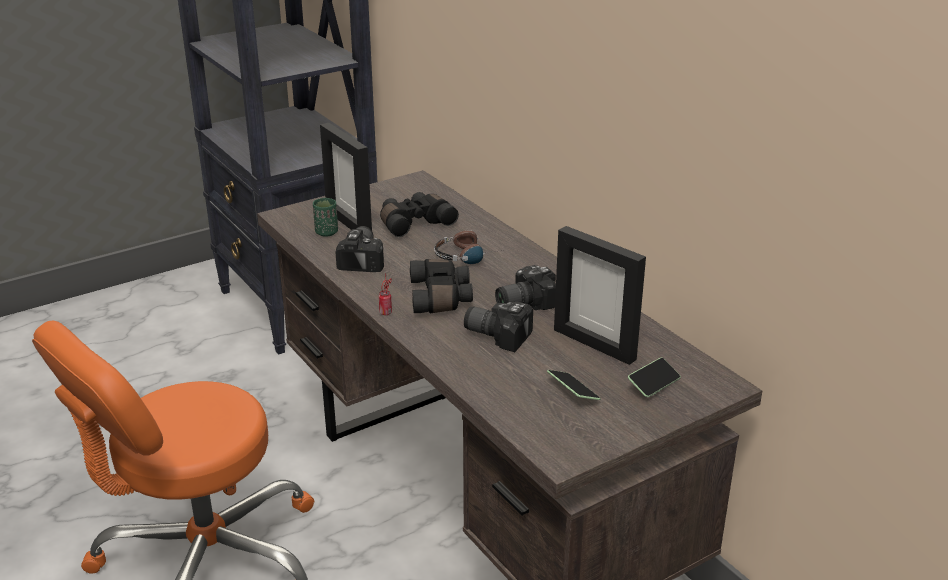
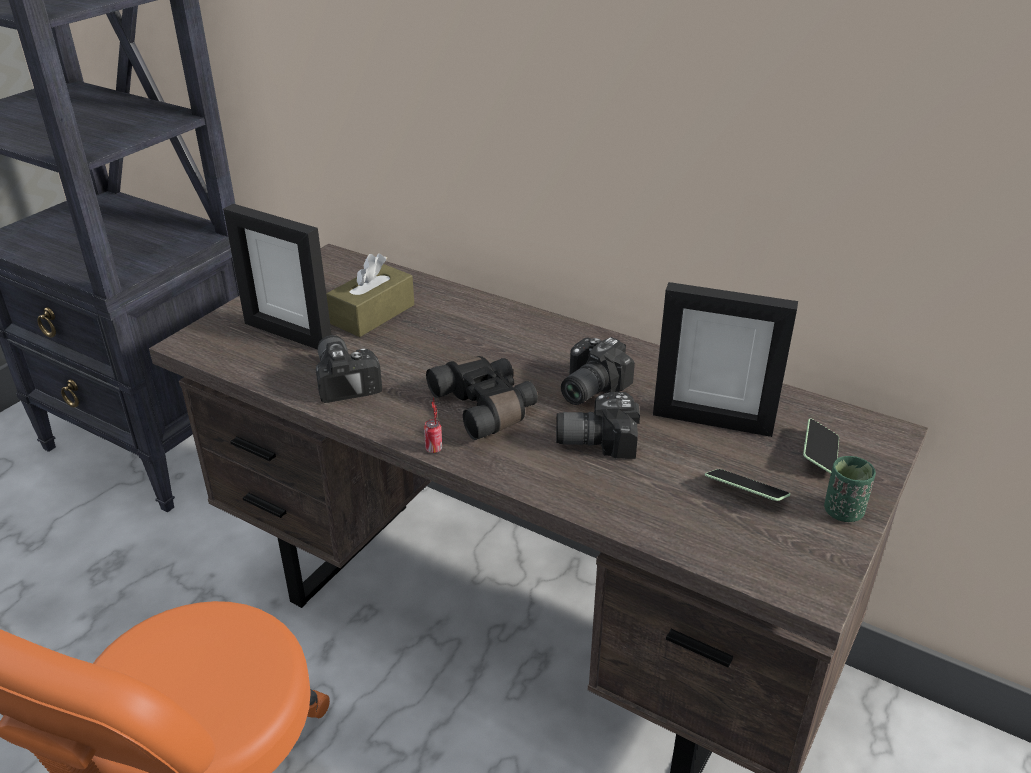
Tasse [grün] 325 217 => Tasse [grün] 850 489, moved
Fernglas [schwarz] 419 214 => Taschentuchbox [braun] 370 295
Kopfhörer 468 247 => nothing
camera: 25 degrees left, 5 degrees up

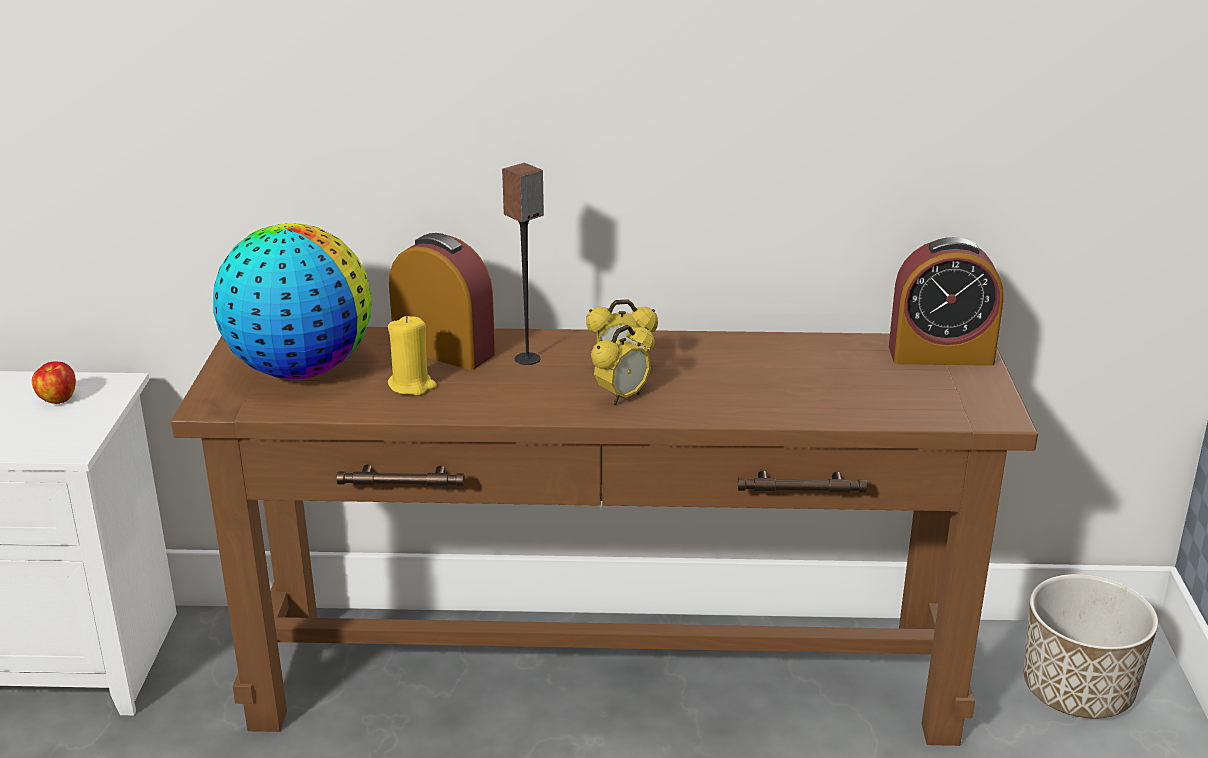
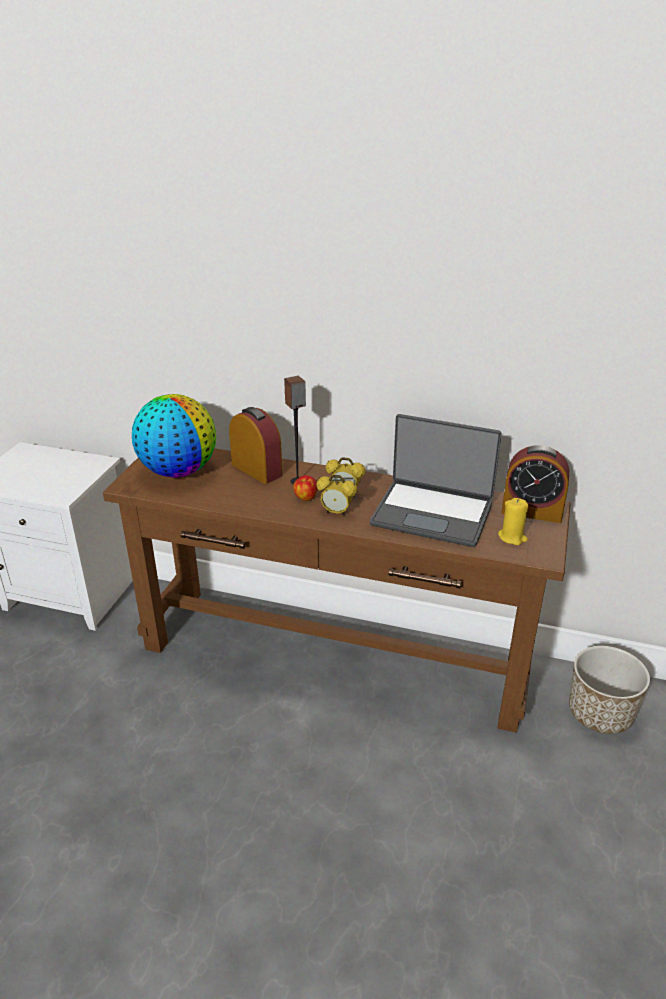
Apfel 54 382 => Apfel 305 488, moved
Kerze [gelb] 412 355 => Kerze [gelb] 513 521, moved
Wecker 623 365 => Wecker 336 495, 45 degrees clockwise
nothing => Laptop 436 480
camera: 15 degrees right, 5 degrees up

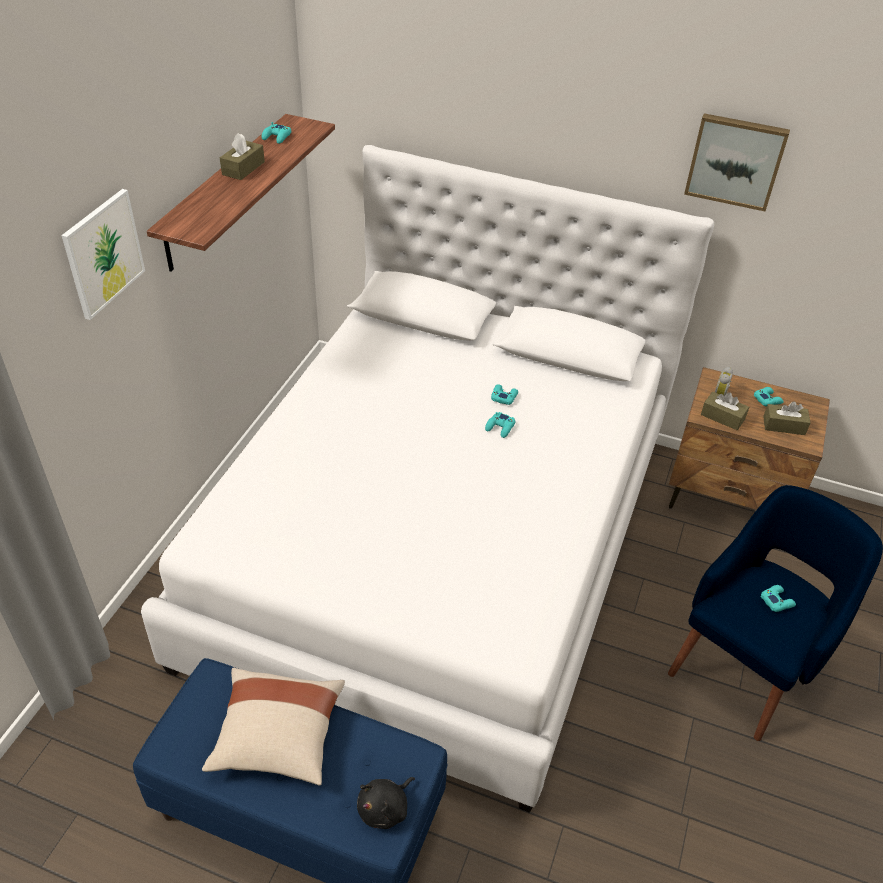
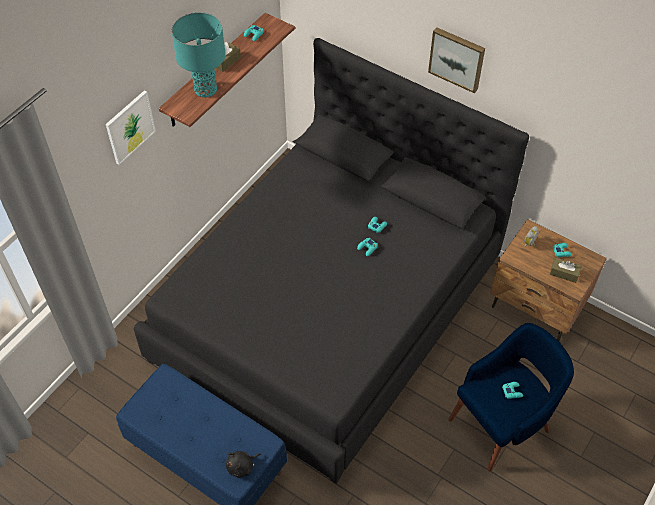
Bett [weiß] 427 479 => Bett [schwarz] 331 261
Kissen [beige] 273 726 => nothing
Bild 737 162 => Bild 456 60, moved
Taschentuchbox [braun] 725 411 => nothing
nothing => Tischlampe [türkis] 199 54
camera: 15 degrees right, 10 degrees up

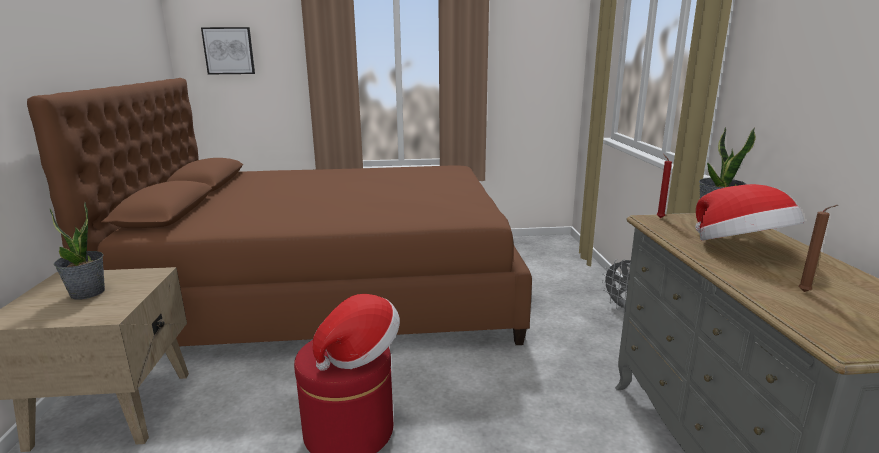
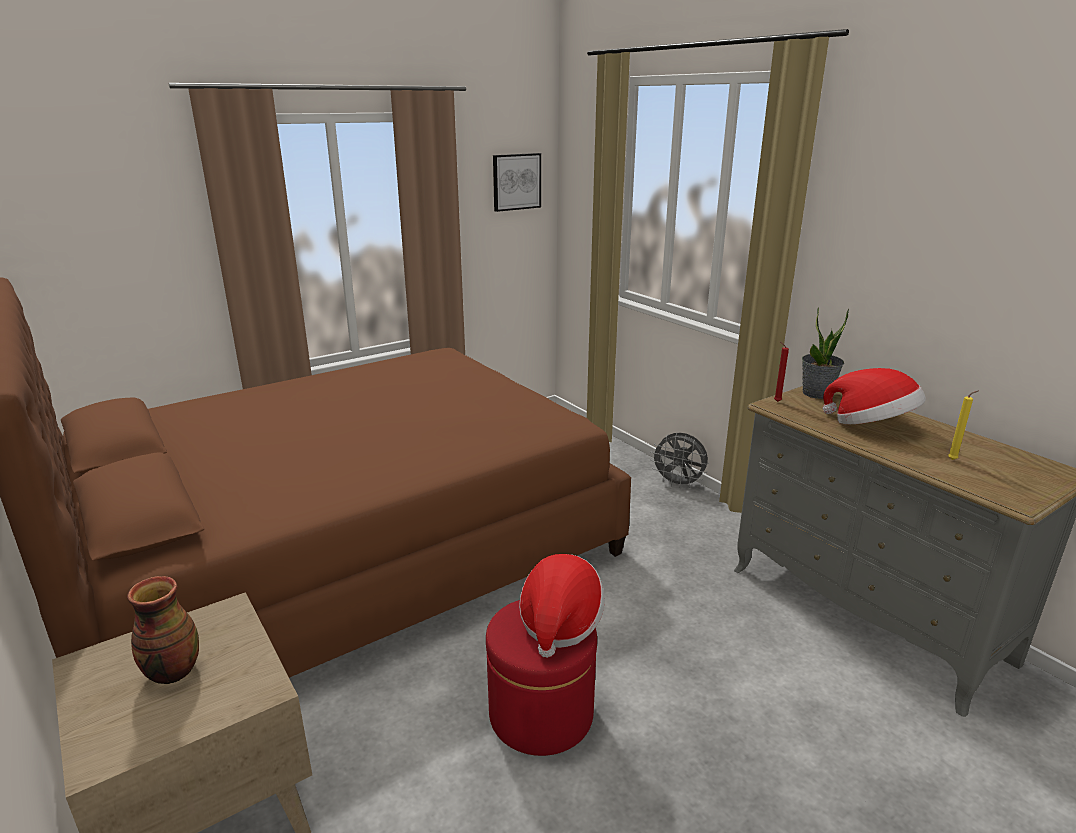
Topfpflanze 77 250 => Vase 163 630
Bild 228 50 => Bild 517 182, moved
Kerze [braun] 818 248 => Kerze [gelb] 963 425
camera: 30 degrees left, 5 degrees up

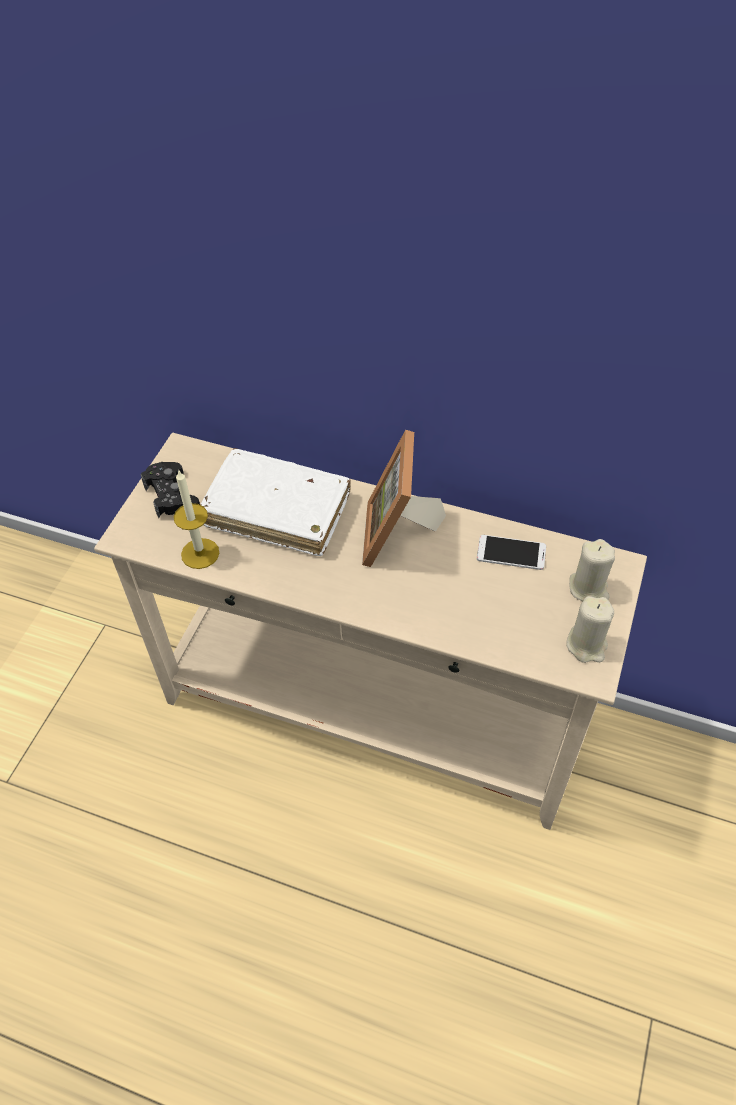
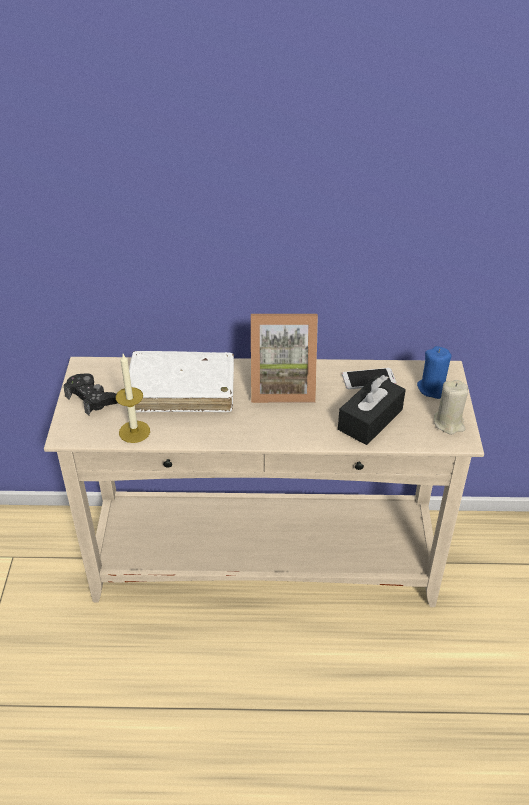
Bilderrahmen 404 498 => Bilderrahmen 284 358, 75 degrees counterclockwise
Kerze [beige] 592 570 => Kerze [blau] 434 372
nothing => Taschentuchbox [schwarz] 372 410
camera: 20 degrees left, 10 degrees down

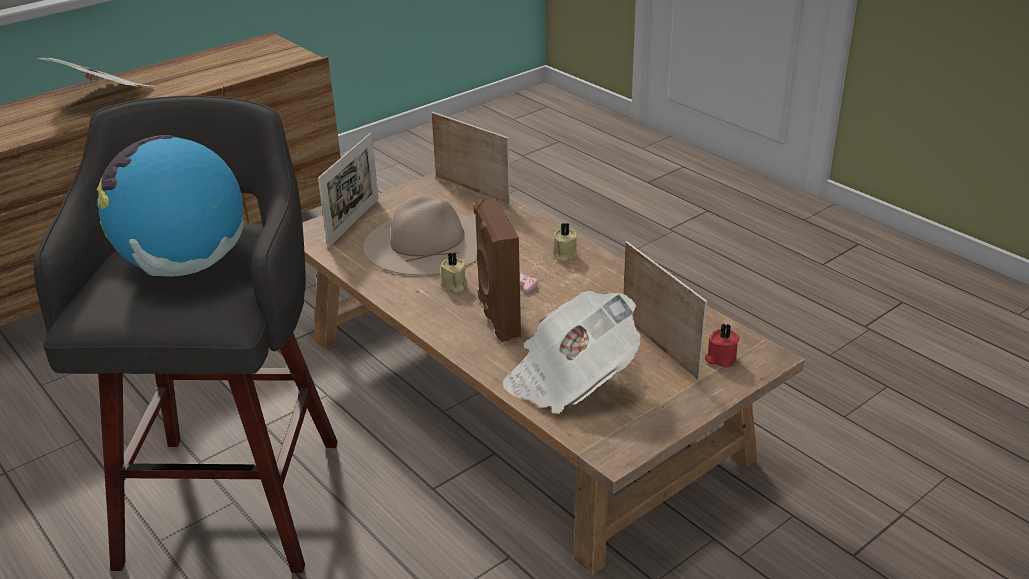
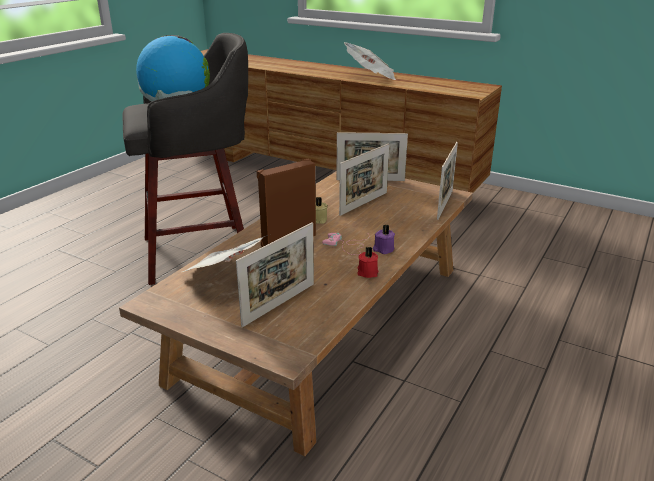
Hut [beige] 420 235 => Bilderrahmen 364 179
Kerze [beige] 565 242 => Kerze [lila] 384 239
Kerze [rot] 722 345 => Kerze [rot] 367 262, moved
camera: 70 degrees right, 5 degrees down

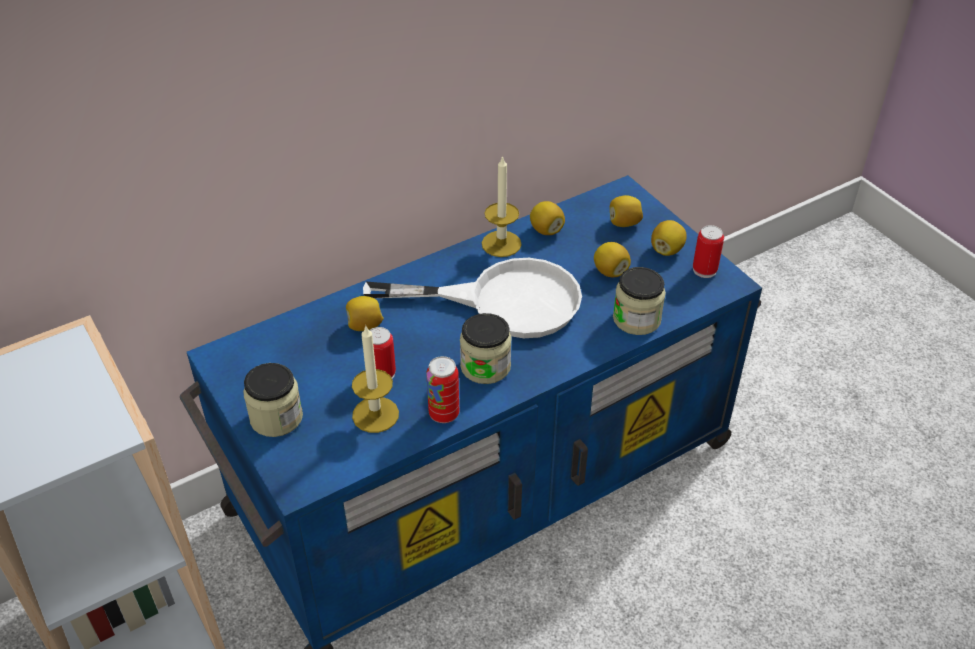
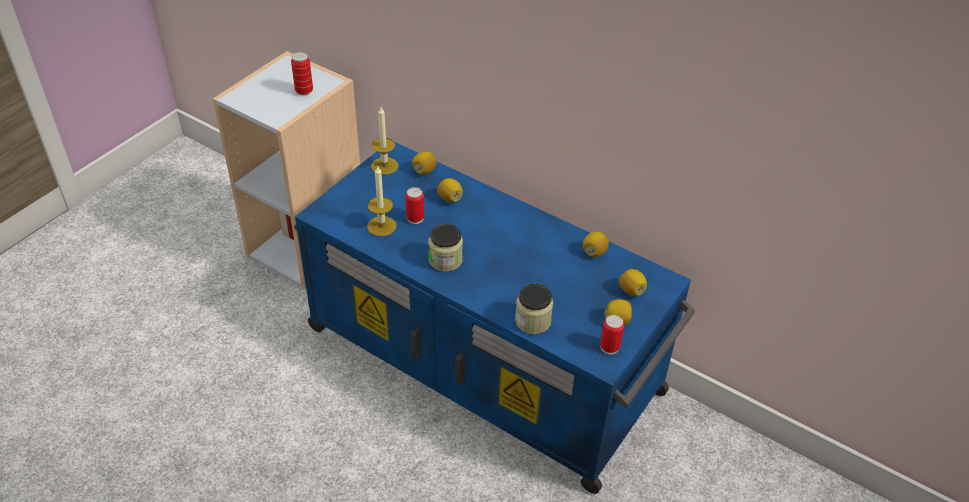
Vorratsglas 273 400 => nothing
Pfanne [weiß] 472 298 => nothing
Dose 442 389 => Dose 302 73, moved
Kerze 502 206 => Kerze 384 141, moved
Zitrone 612 259 => Zitrone 424 163, moved
camera: 65 degrees right, 0 degrees up

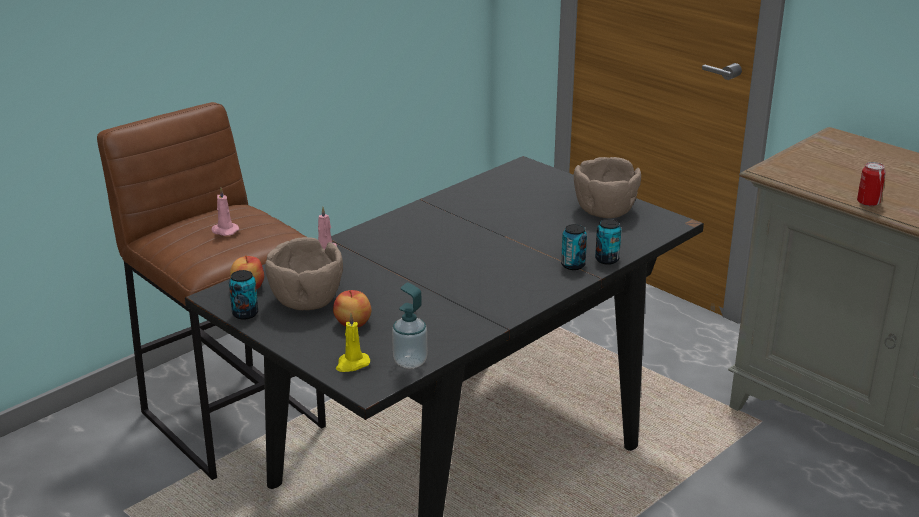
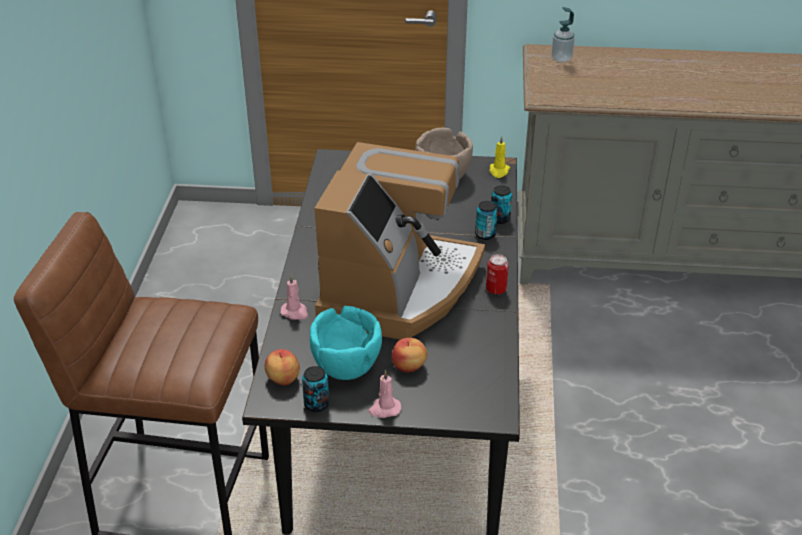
Kerze [rosa] 225 212 => Kerze [rosa] 384 394, moved
Schüssel [braun] 304 273 => Schüssel [türkis] 346 343
Kerze [gelb] 353 342 => Kerze [gelb] 499 157, moved
Seifenspender 409 325 => Seifenspender 563 35, moved
Dose 871 184 => Dose 497 274, moved
nothing => Kaffeemaschine 399 241
camera: 40 degrees left, 10 degrees up

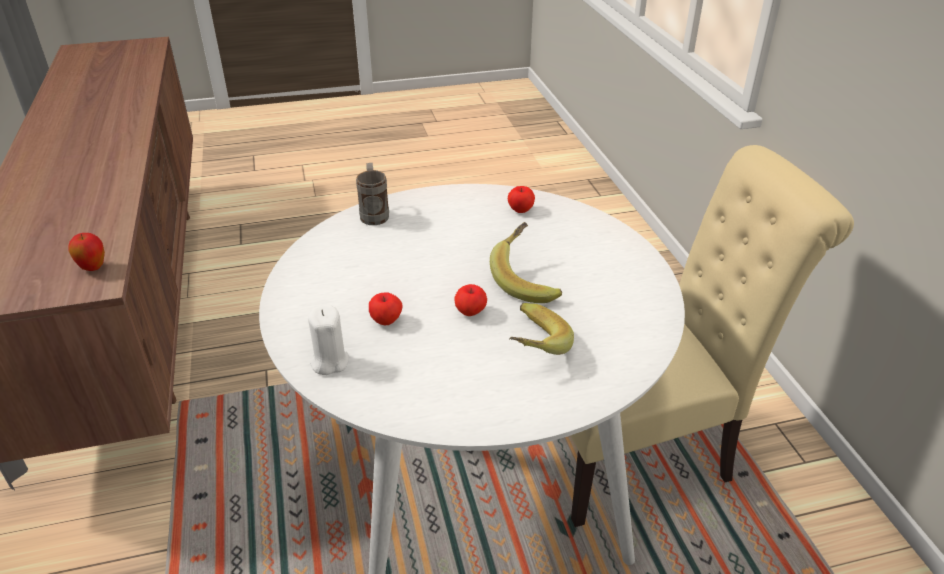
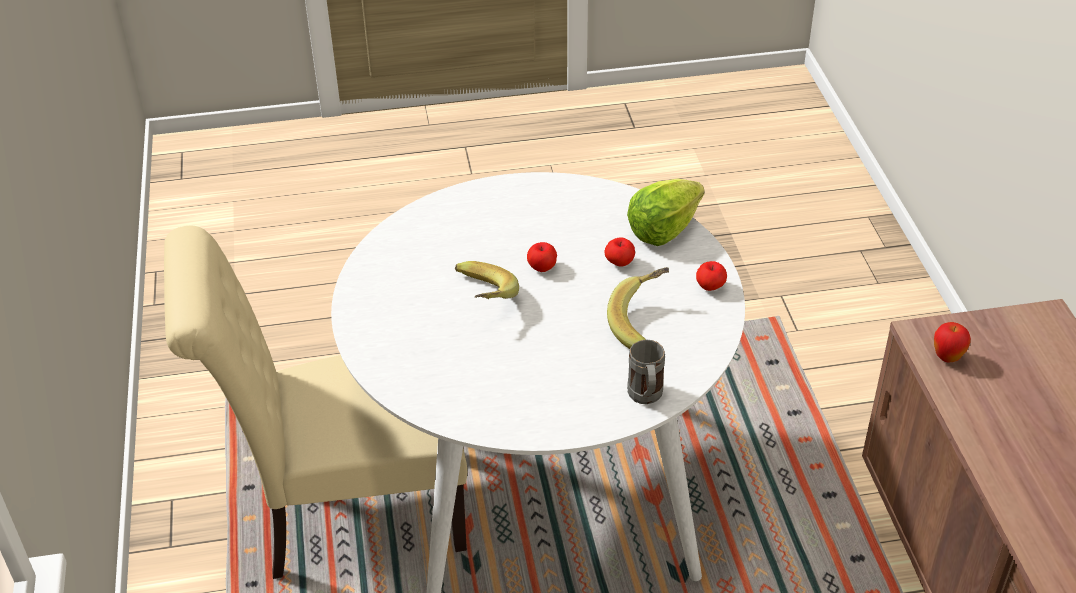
Kerze [weiß] 328 340 => Salatkopf 666 212
Apfel 521 199 => Apfel 711 276, moved
Banane 541 329 => Banane 638 308, moved
camera: 175 degrees left, 5 degrees up

